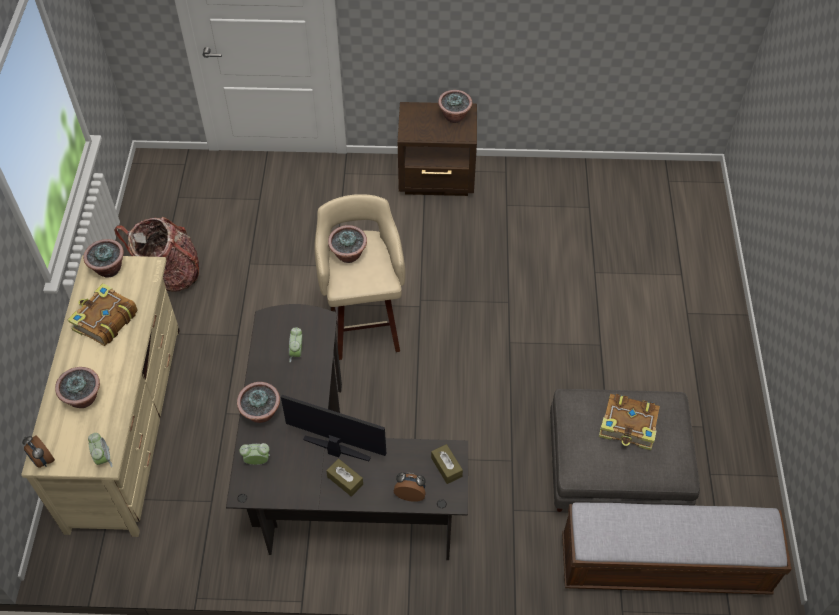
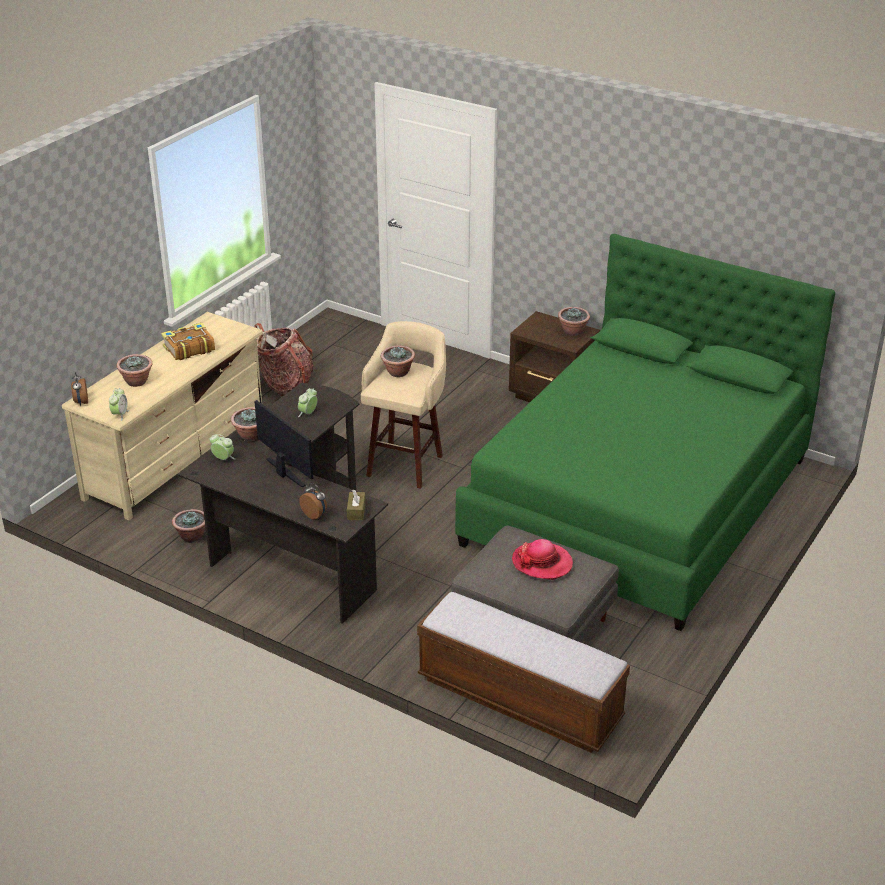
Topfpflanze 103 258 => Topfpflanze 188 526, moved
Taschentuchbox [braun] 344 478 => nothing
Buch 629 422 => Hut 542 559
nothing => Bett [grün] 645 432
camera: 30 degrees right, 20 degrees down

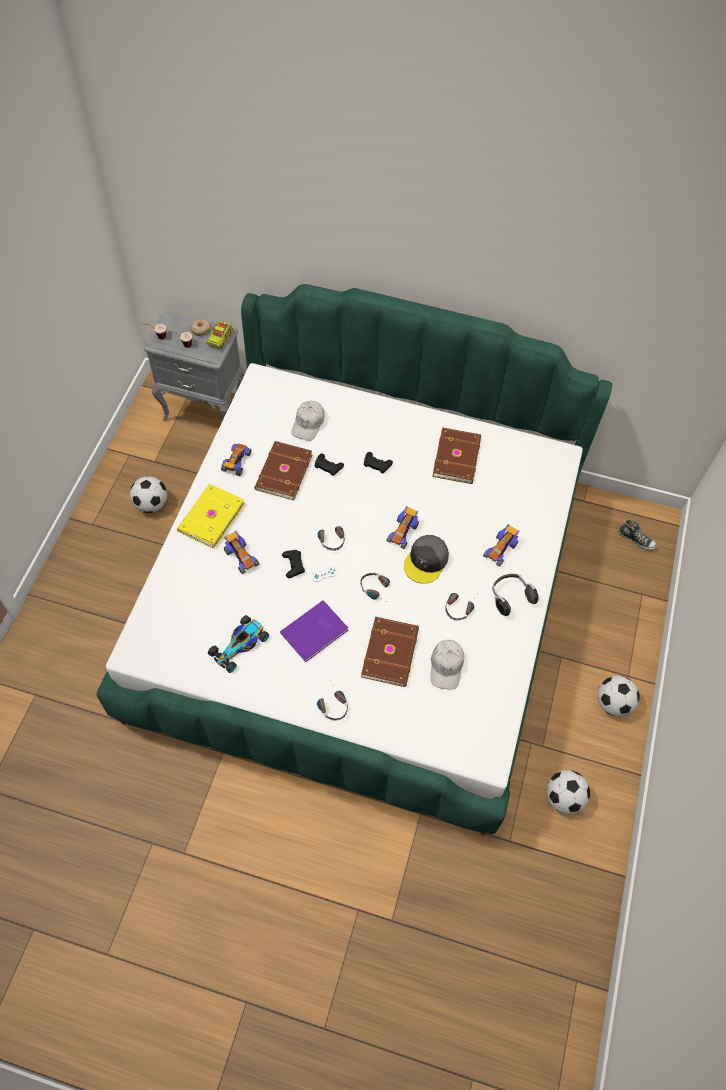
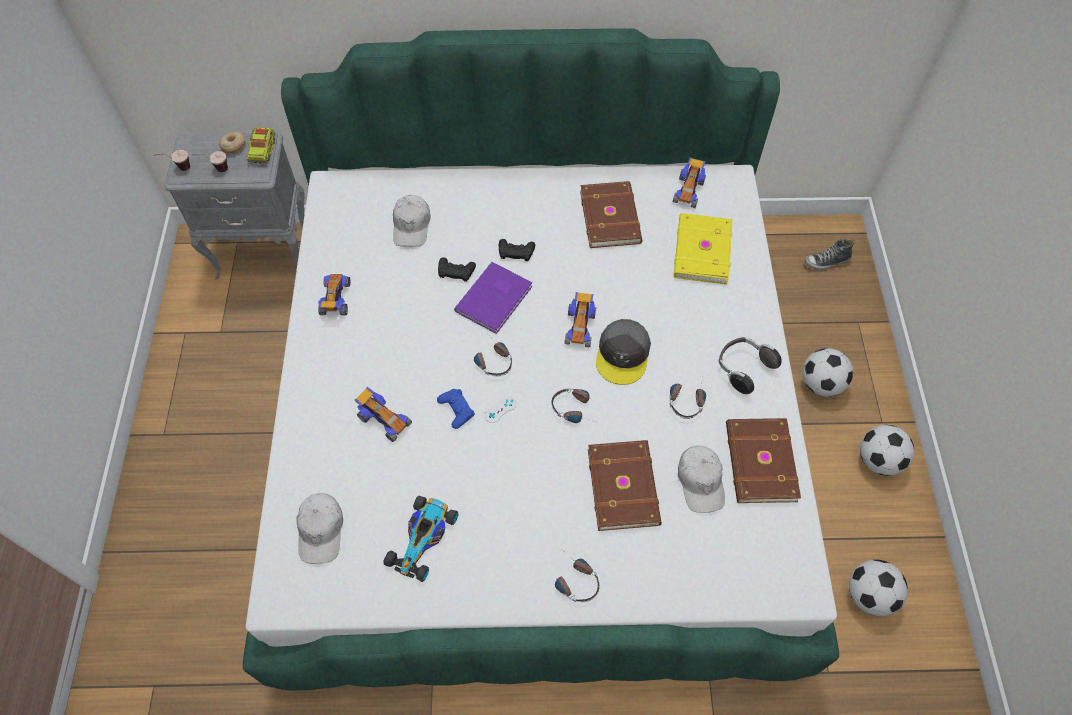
Fußball 148 494 => Fußball 827 372, moved
Buch [gelb] 211 516 => Buch [gelb] 703 249, moved
Buch [braun] 283 471 => Buch [braun] 763 460, moved
Buch [lila] 314 631 => Buch [lila] 493 298, moved
Gamepad [schwarz] 293 564 => Gamepad [blau] 456 409
Spielzeugauto 501 545 => Spielzeugauto 689 183, moved
Schuh 637 535 => Schuh 830 254, 150 degrees clockwise
nothing => Kappe [weiß] 319 528
camera: 15 degrees left, 0 degrees up

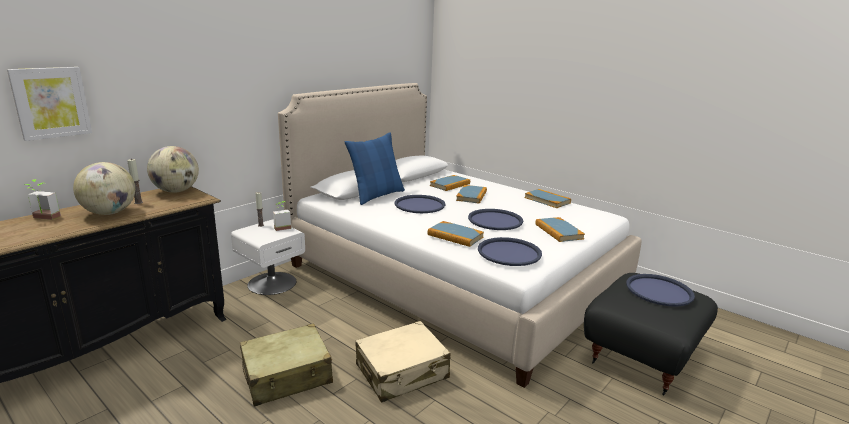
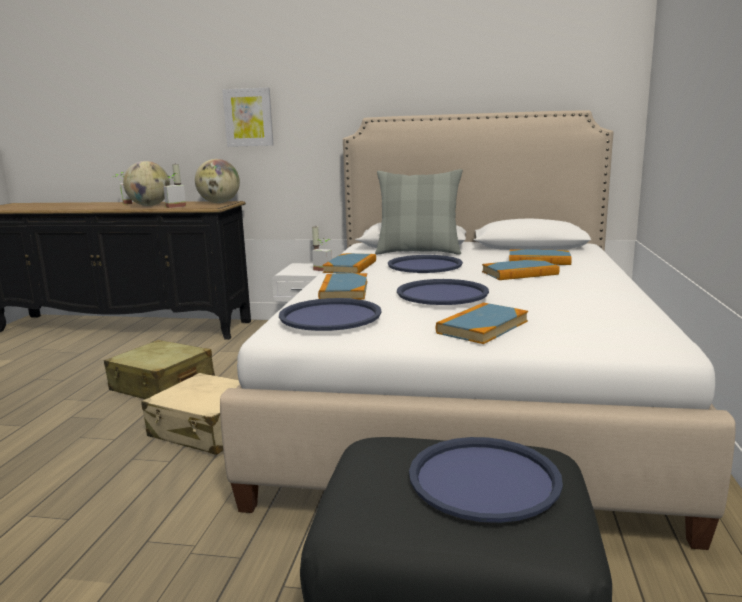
Bild 49 104 => Bild 248 117, moved
Kissen [blau] 375 168 => Kissen [grau] 419 212
Buch 548 198 => Buch 349 263, moved
nothing => Topfpflanze 174 190
camera: 60 degrees right, 5 degrees down

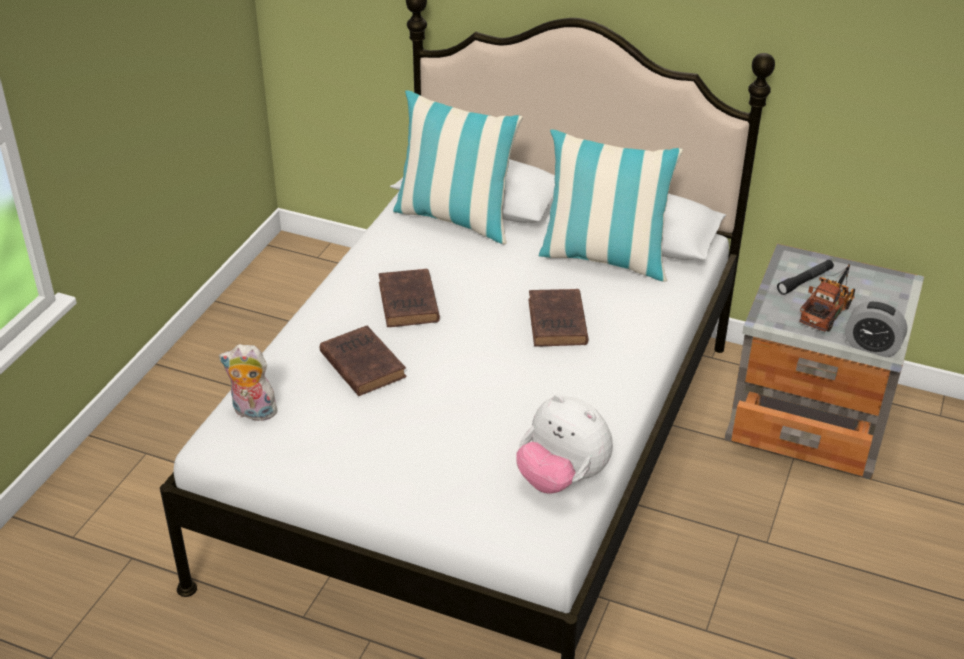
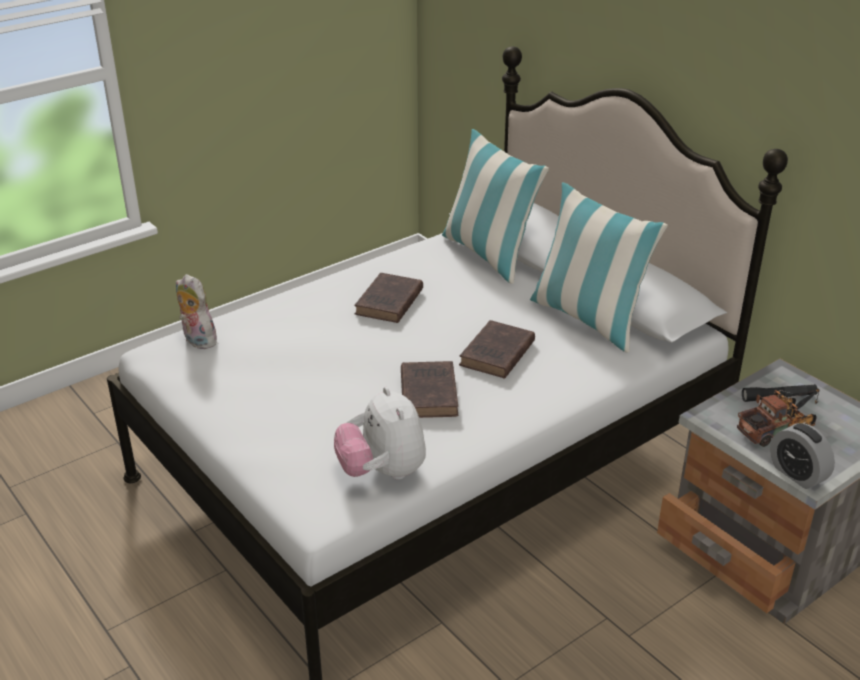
Buch [braun] 363 361 => Buch [braun] 430 389, moved
camera: 30 degrees right, 5 degrees down

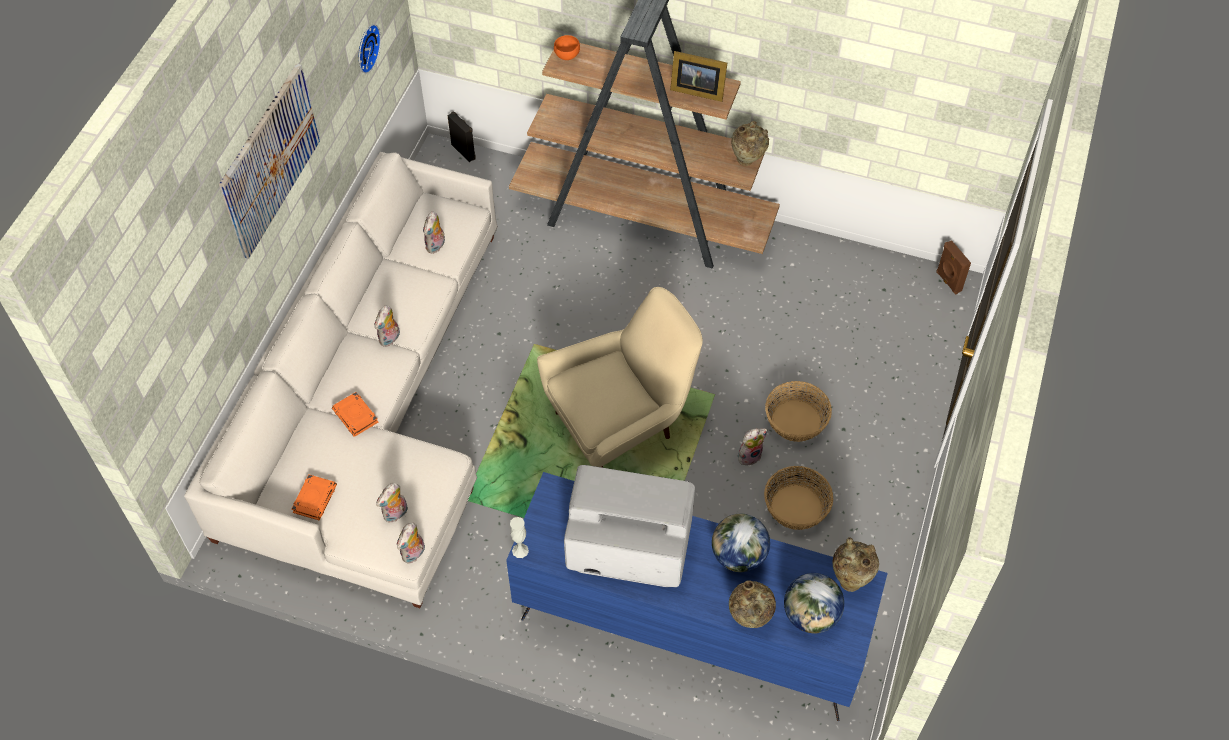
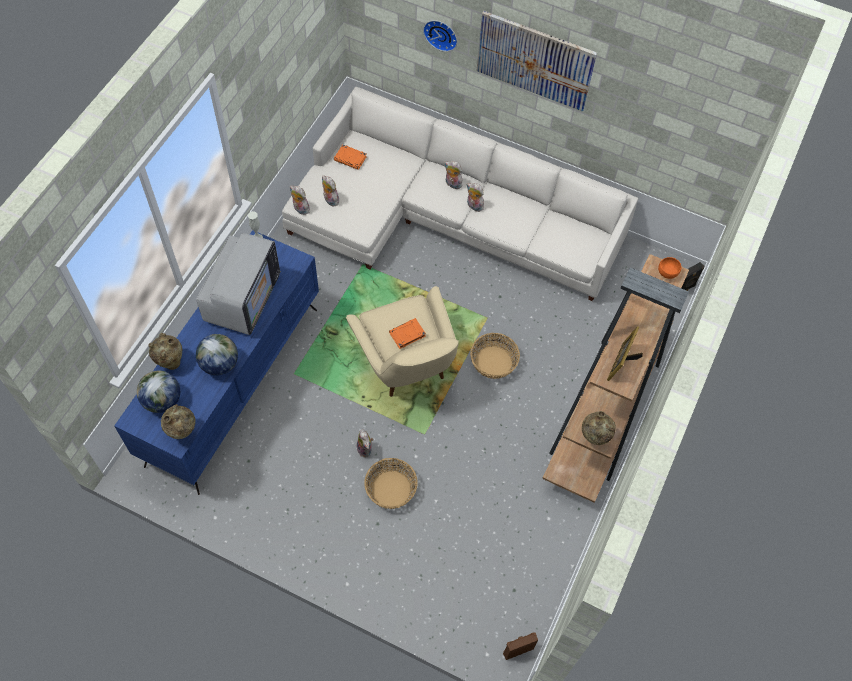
Buch [orange] 355 414 => Buch [orange] 407 333, moved
Wanduhr 370 49 => Wanduhr 440 36, moved
Plüschtier 434 232 => Plüschtier 453 175, moved
Korb 798 498 => Korb 495 356, moved
camera: 95 degrees right, 5 degrees up

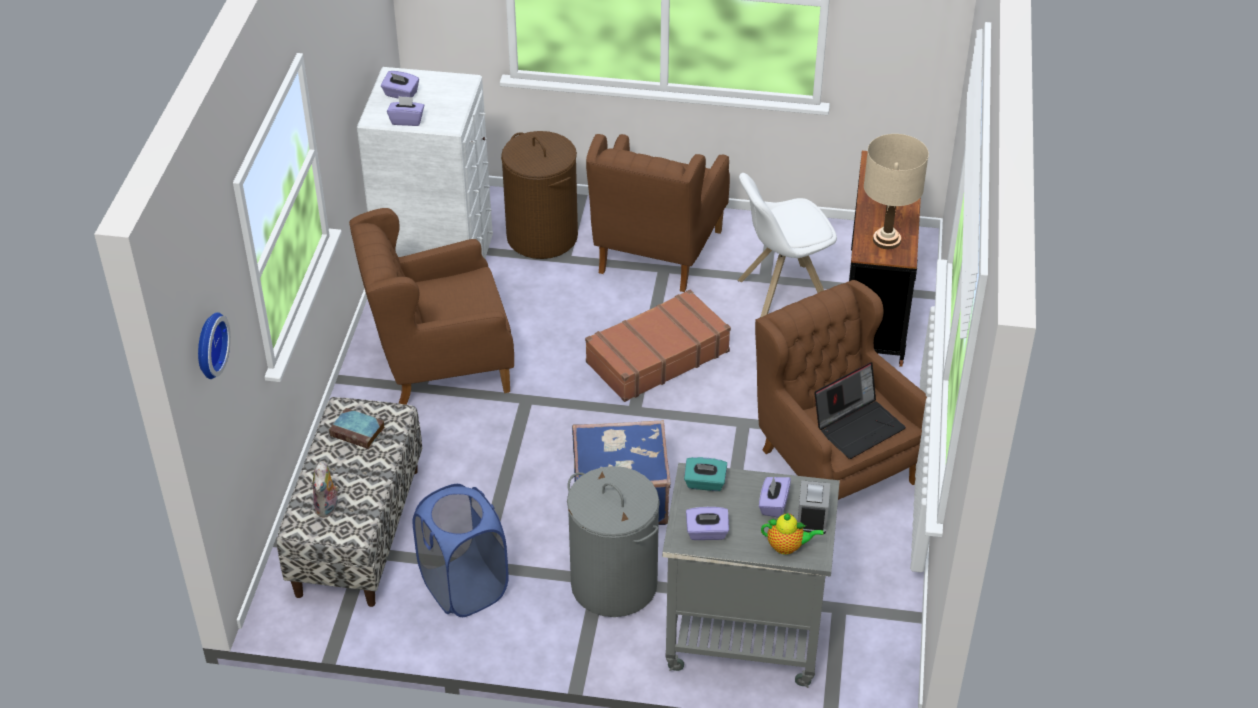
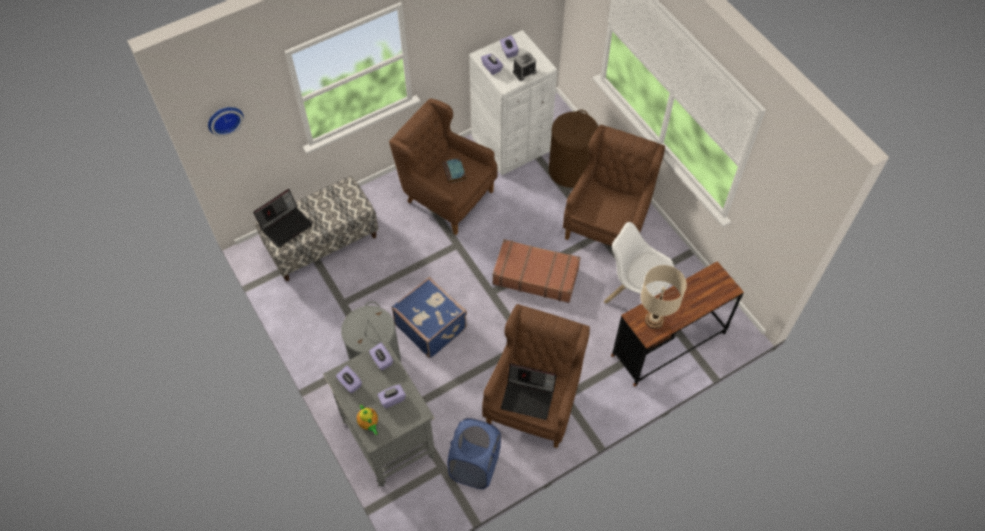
Plüschtier 326 489 => Laptop 283 218
Buch 357 428 => Buch 454 170, moved
Wäschekorb [blau] 461 550 => Wäschekorb [blau] 474 453, moved
Sessel [braun] 658 213 => Sessel [braun] 614 185, 135 degrees clockwise
Taschentuchbox [türkis] 705 474 => Taschentuchbox [lila] 381 356
Wecker 814 507 => Wecker 525 66, moved
camera: 50 degrees right, 15 degrees up

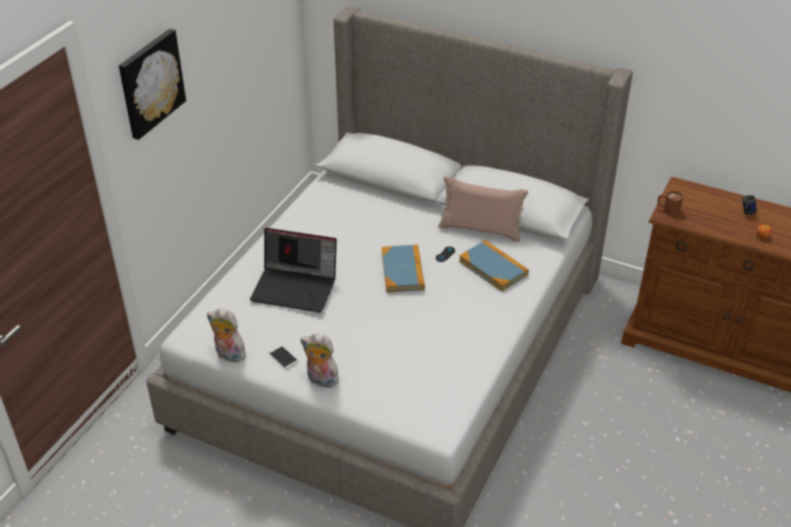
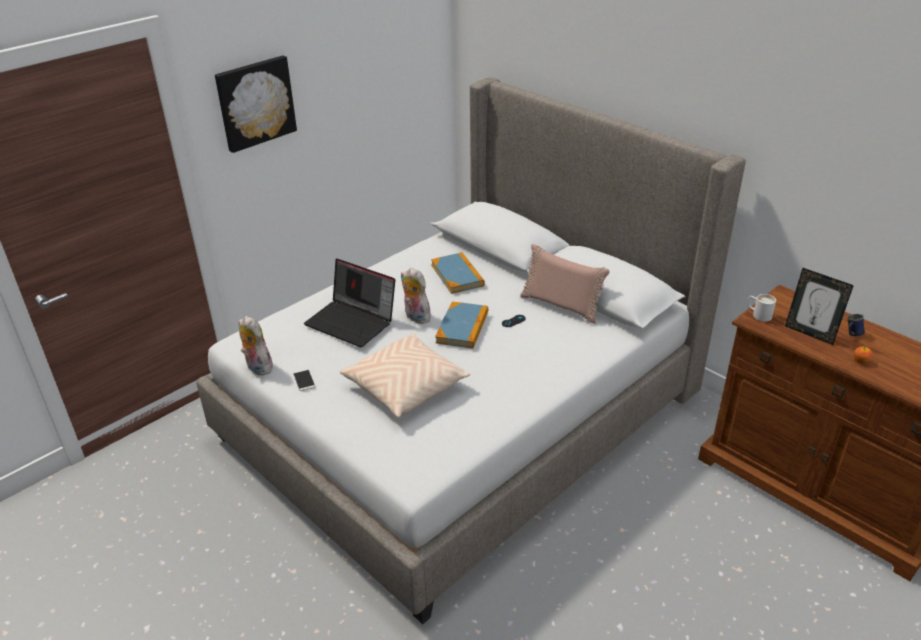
Plüschtier 321 360 => Plüschtier 416 296, moved
Buch 494 265 => Buch 458 273, moved
Henkelbecher [braun] 670 203 => Henkelbecher [weiß] 761 308
nothing => Kissen [beige] 405 376
nothing => Bilderrahmen 819 306
camera: 20 degrees right, 5 degrees down

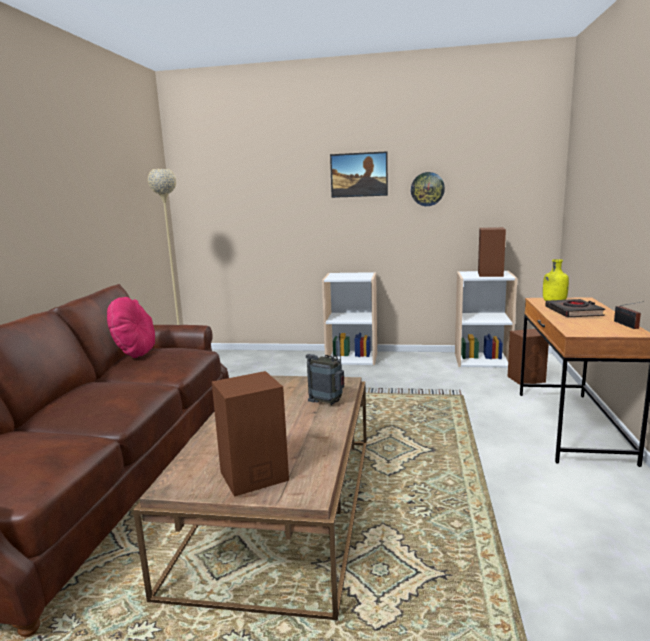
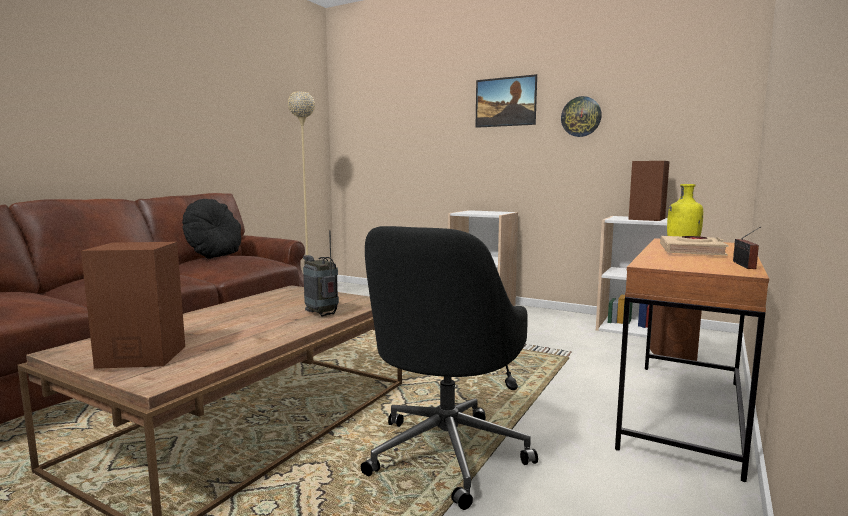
Kissen [rosa] 131 327 => Kissen [schwarz] 211 229
Buch [schwarz] 575 308 => Buch [beige] 694 246
nothing => Bürostuhl [schwarz] 449 368
camera: 20 degrees right, 5 degrees down

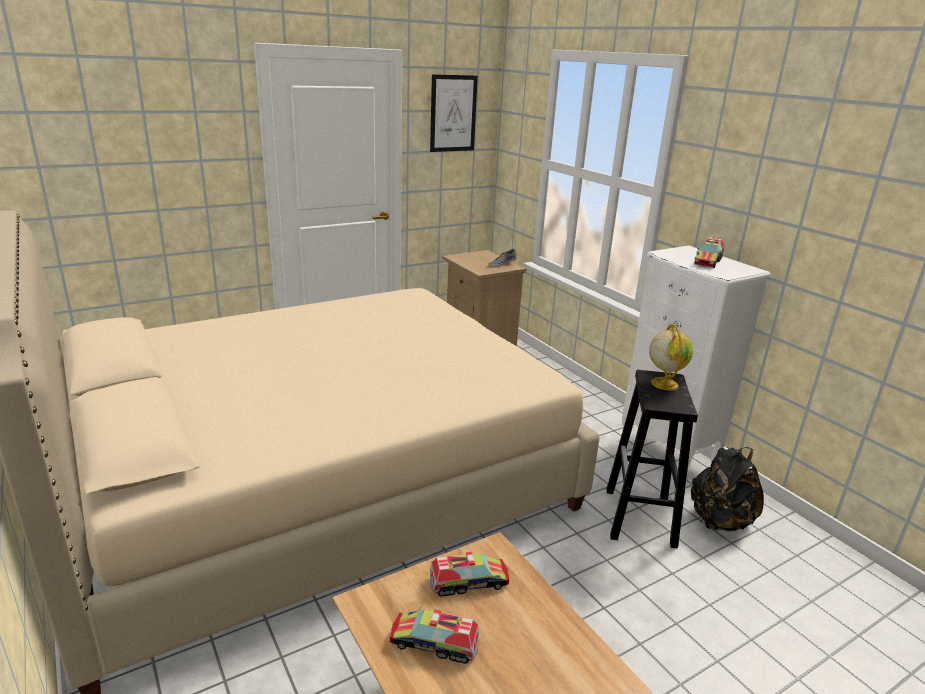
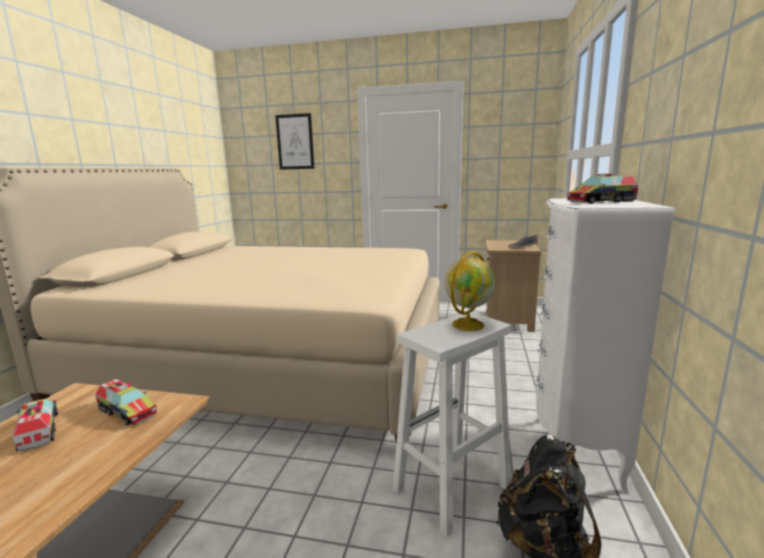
Bild 454 113 => Bild 294 141, moved
Hocker [schwarz] 652 459 => Hocker [weiß] 452 424
camera: 45 degrees right, 10 degrees down

